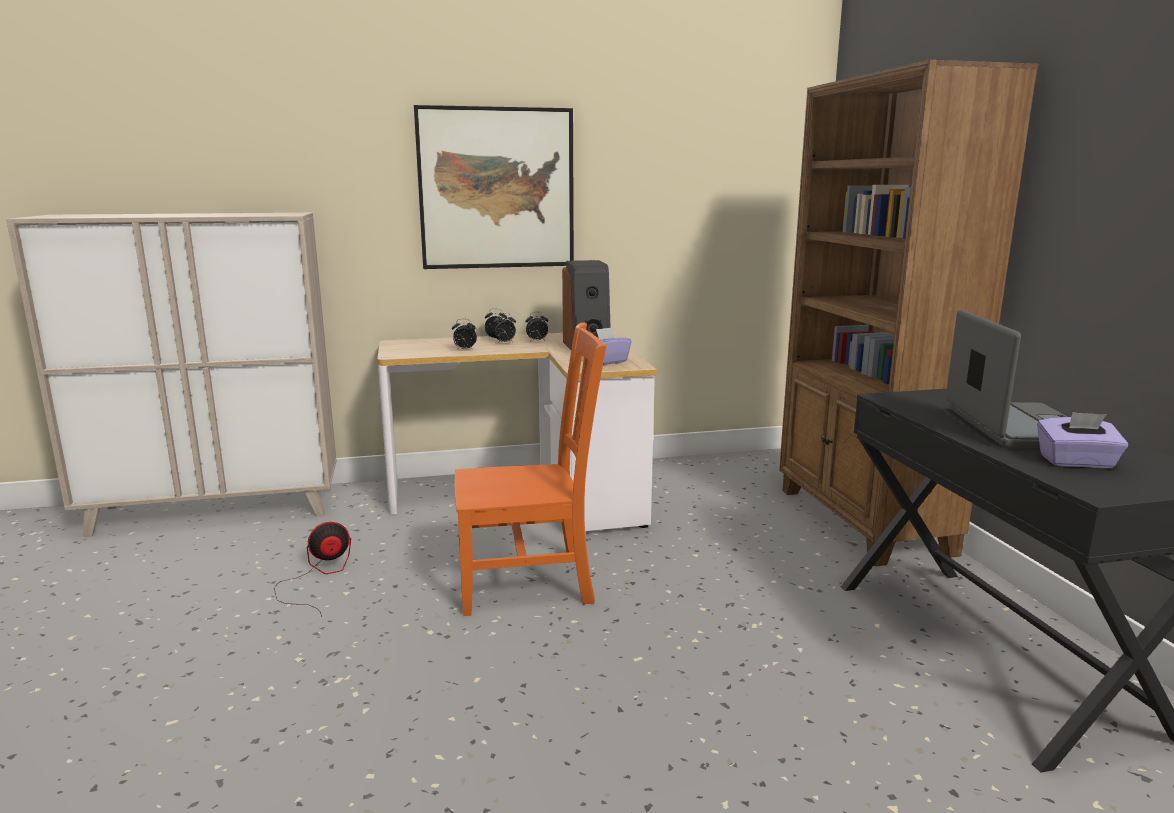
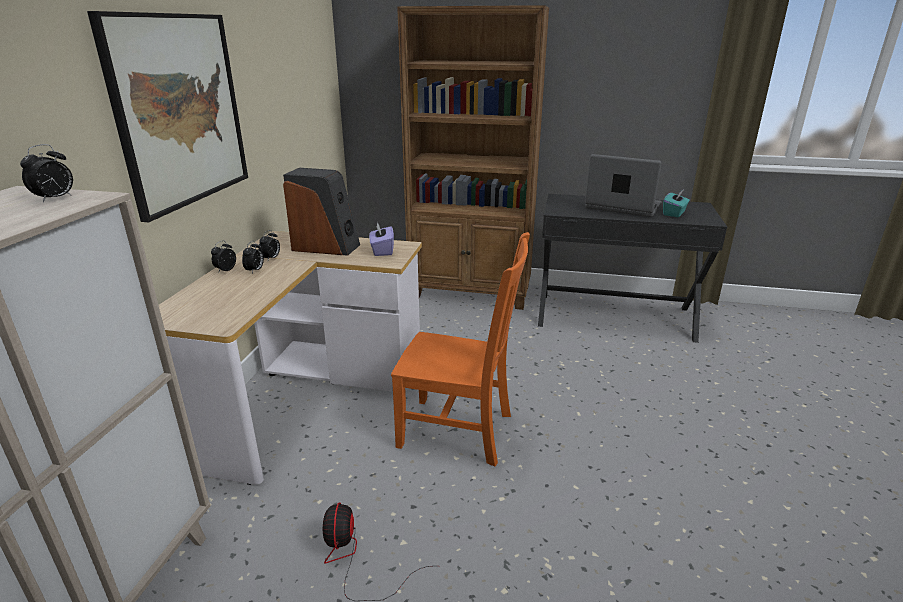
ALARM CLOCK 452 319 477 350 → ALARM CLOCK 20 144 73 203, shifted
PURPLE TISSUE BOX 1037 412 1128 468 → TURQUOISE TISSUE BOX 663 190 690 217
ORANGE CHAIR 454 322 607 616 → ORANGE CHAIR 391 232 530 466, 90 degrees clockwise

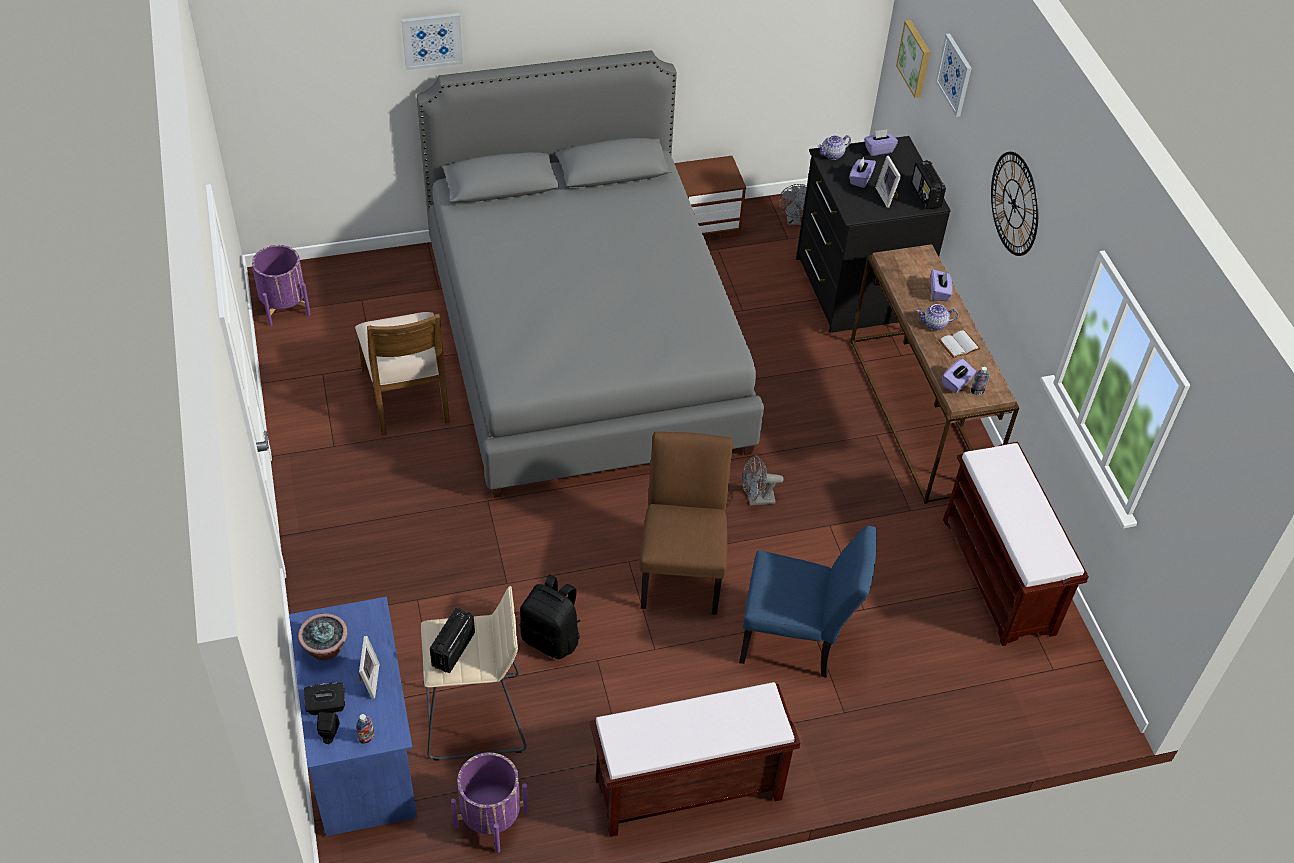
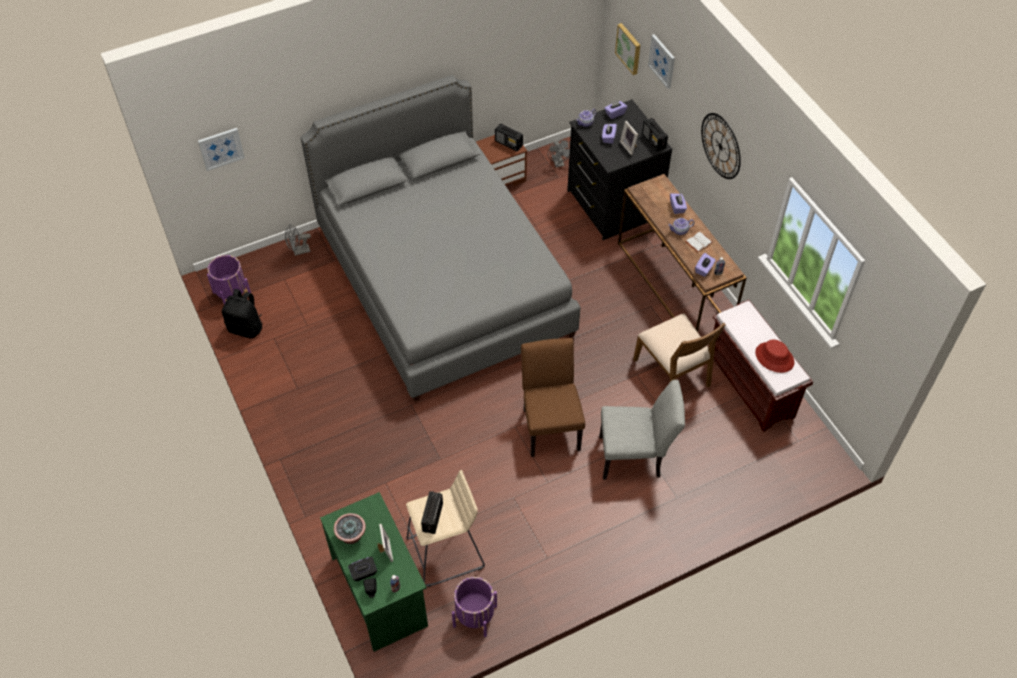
BROWN BENCH 589 682 800 837 → -
- → RADIO 495 124 523 151
- → RED HAT 755 340 794 373
BROWN CHAIR 355 312 450 435 → BROWN CHAIR 633 314 725 387, shifted
PICTURE 401 13 463 70 → PICTURE 198 128 245 171, shifted
BLACK BACKPACK 520 575 580 659 → BLACK BACKPACK 222 289 263 339, shifted
GREY FAN 742 455 784 506 → GREY FAN 285 224 311 256, shifted
BLUE DESK 289 597 417 836 → GREEN DESK 320 492 428 652
BLUE CHAIR 739 526 876 678 → GREY CHAIR 599 380 685 480

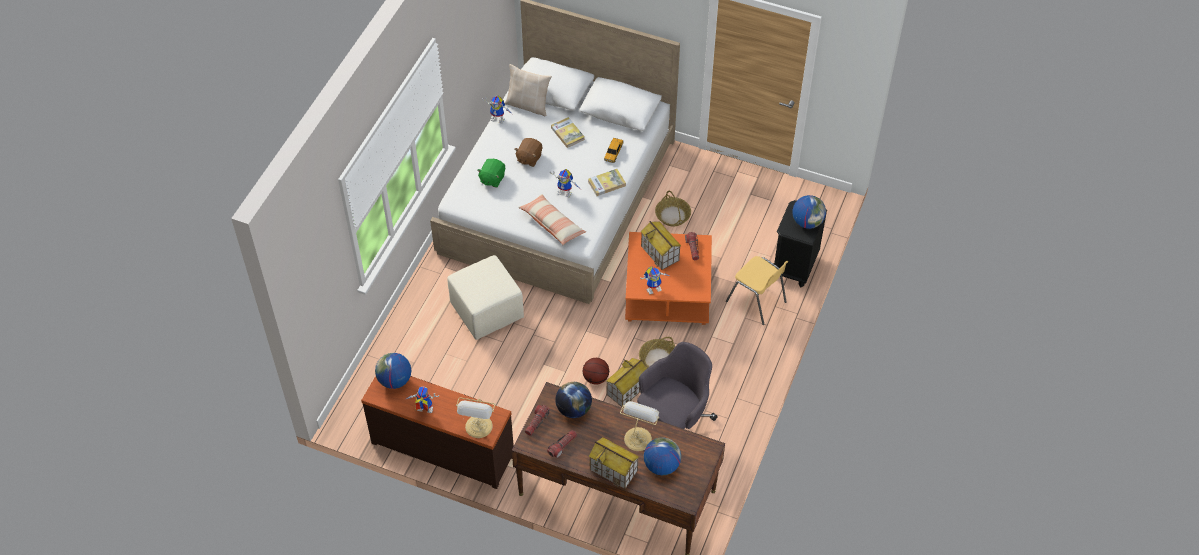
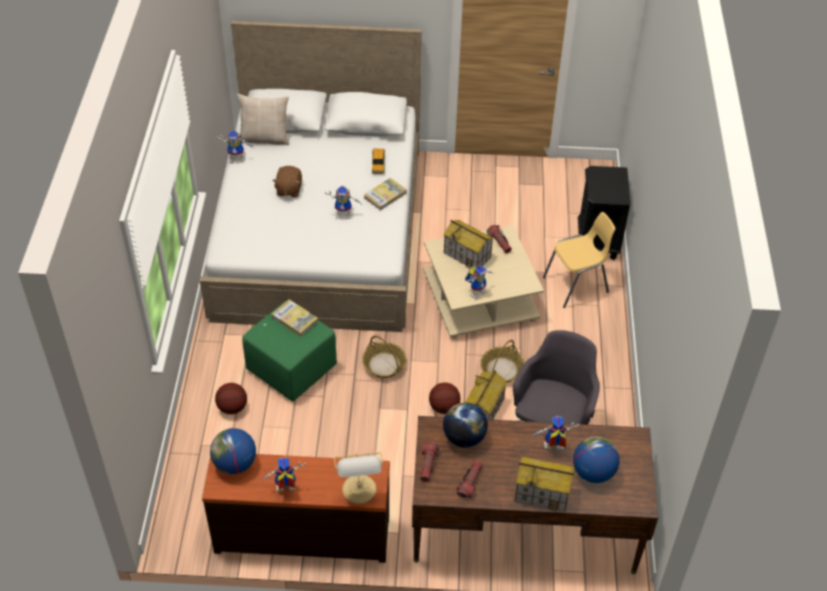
GREEN PLUSH TOY 477 159 505 188 → -
PILLOW 518 194 586 245 → -
GLOBE 792 195 826 229 → -
- → BASKETBALL 215 383 247 414
BOOK 551 117 585 148 → BOOK 272 299 318 336, shifted
BASKET 655 190 691 226 → BASKET 362 336 407 378, shifted
TABLE LAMP 620 401 659 451 → TOY ROBOT 532 416 579 450
BEIGE OTTOMAN 448 255 524 340 → GREEN OTTOMAN 242 301 337 402
ORANGE COFFEE TABLE 625 232 712 325 → BEIGE COFFEE TABLE 423 225 544 339
YELLOW CHAIR 726 256 789 325 → YELLOW CHAIR 543 212 615 308, 45 degrees counterclockwise

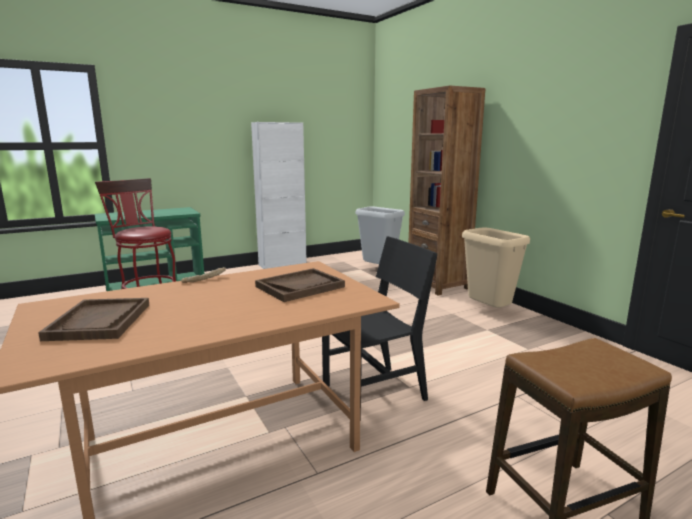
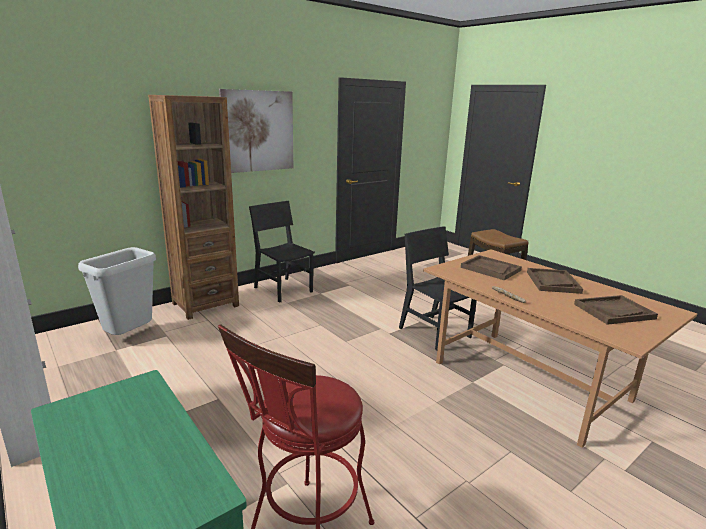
- → PICTURE 219 89 293 173
- → BROWN TRAY 527 268 583 294
BEIGE TRASH CAN 462 227 530 308 → BLACK CHAIR 249 201 315 302

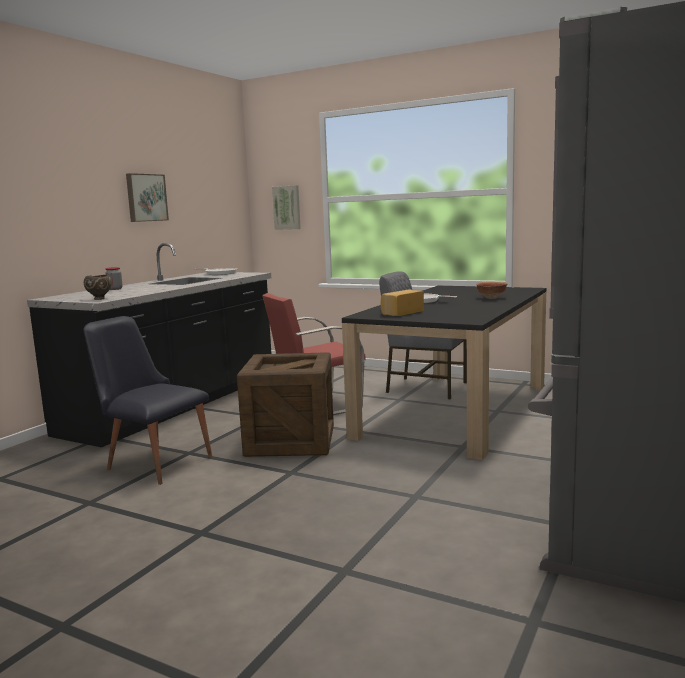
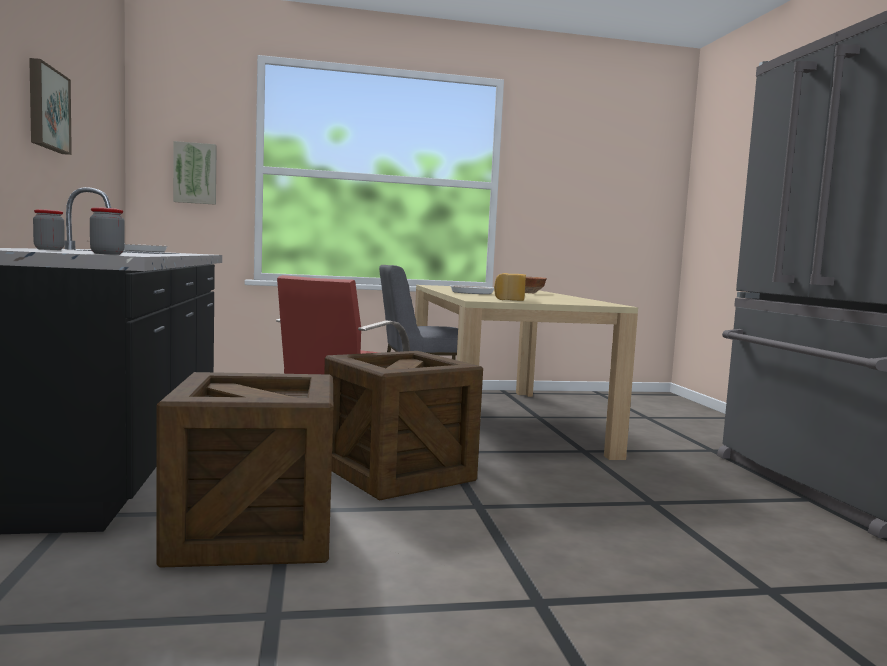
BLACK CHAIR 83 316 213 485 → CRATE 156 372 333 568
BROWN BOWL 84 275 112 300 → JAR 90 207 125 255
BLACK DINING TABLE 342 286 546 460 → BEIGE DINING TABLE 415 285 638 460

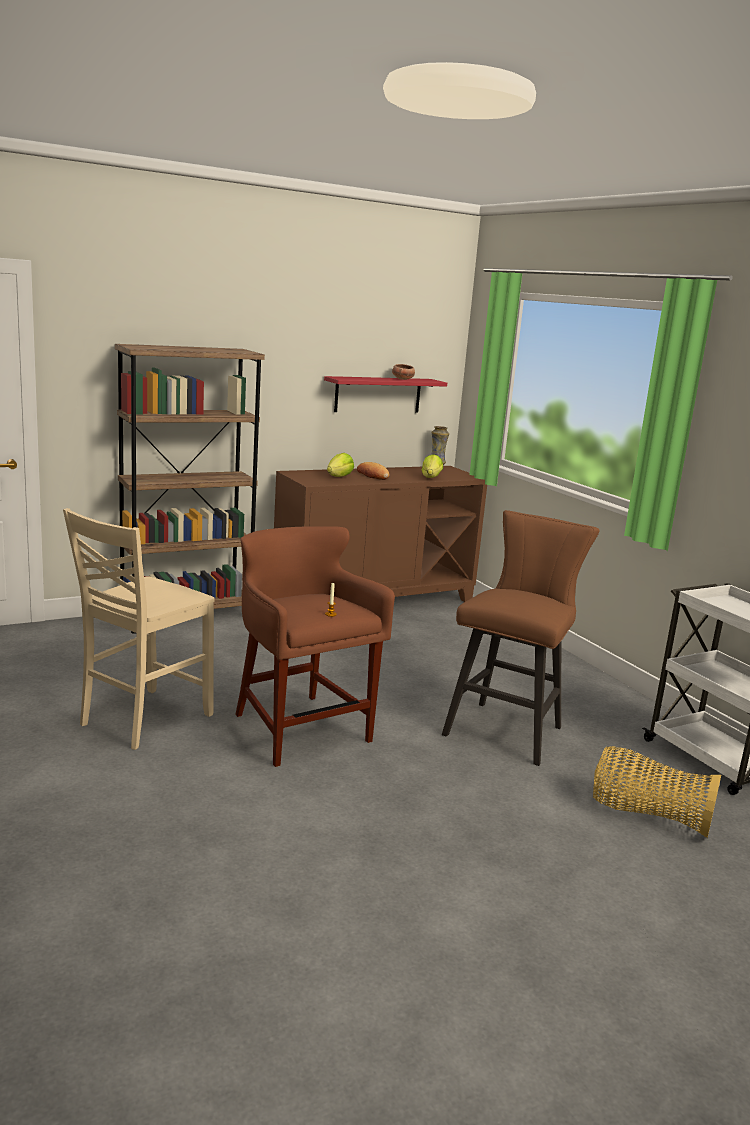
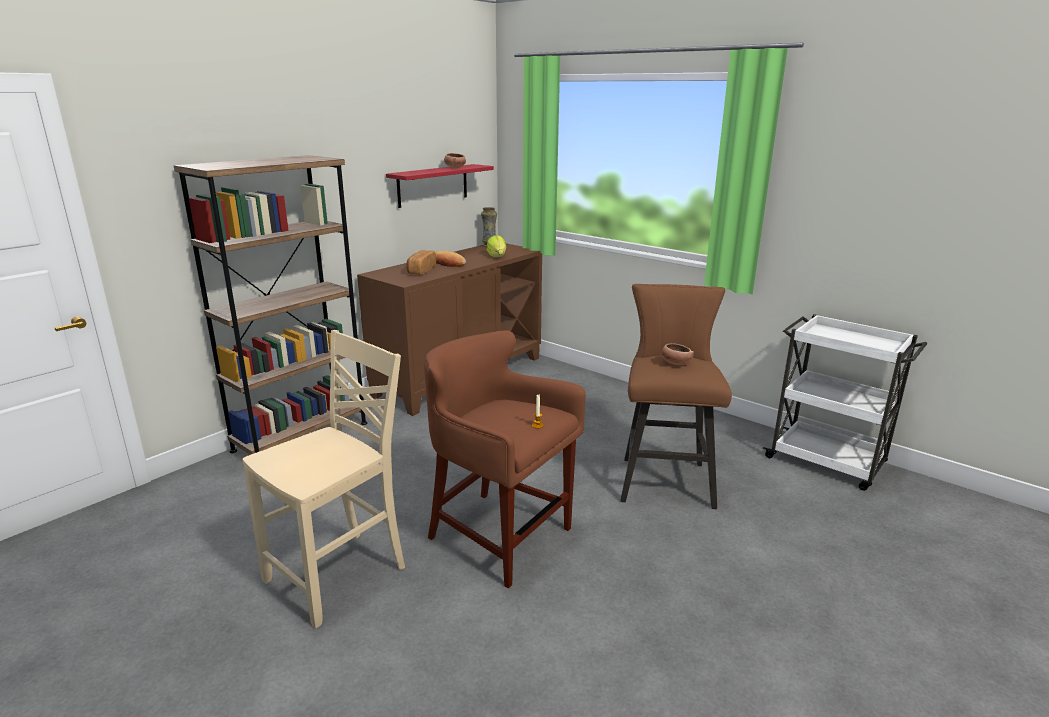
BASKET 593 746 721 838 → -
- → BOWL 661 343 694 365
LETTUCE 327 453 354 477 → BREAD 406 250 436 275
BEIGE CHAIR 63 508 215 750 → BEIGE CHAIR 242 330 405 628, 150 degrees counterclockwise

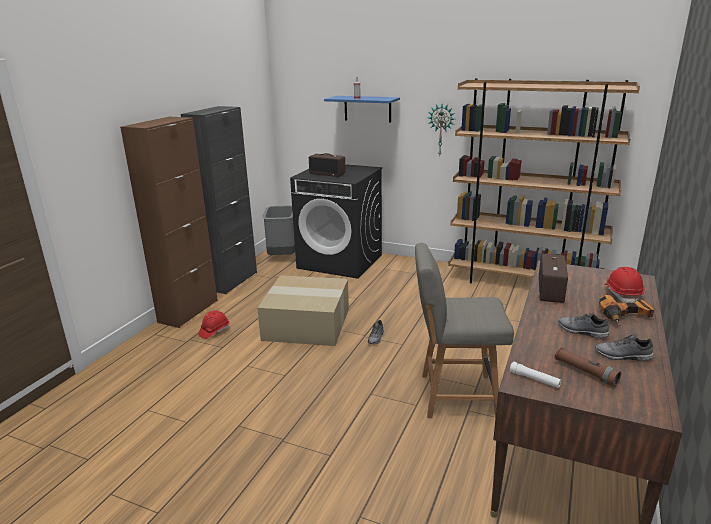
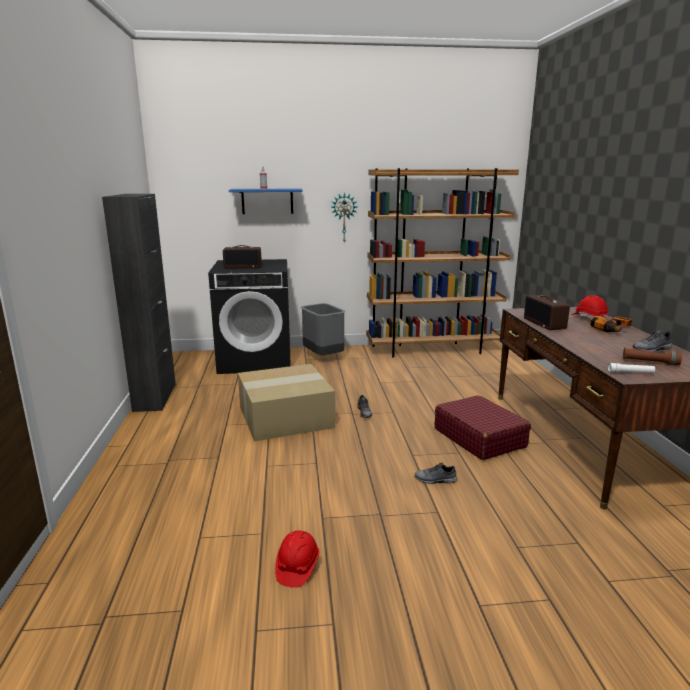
BROWN CABINET 120 116 218 328 → -
RED HARD HAT 198 311 229 339 → RED HARD HAT 275 530 320 588, shifted
GREY TRASH CAN 262 205 295 255 → GREY TRASH CAN 301 303 345 355, shifted
GREY SHOE 558 313 609 338 → GREY SHOE 414 463 457 484, shifted
GREY CHAIR 415 243 514 418 → RED SUITCASE 435 395 531 460

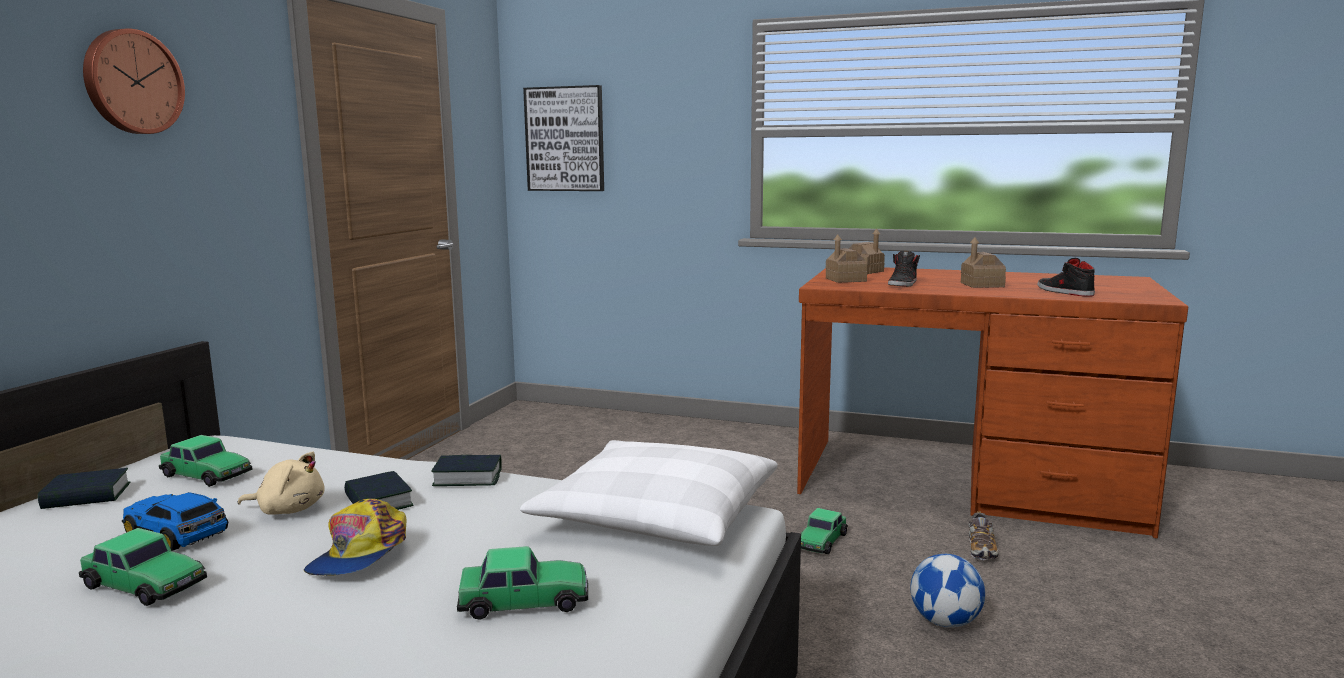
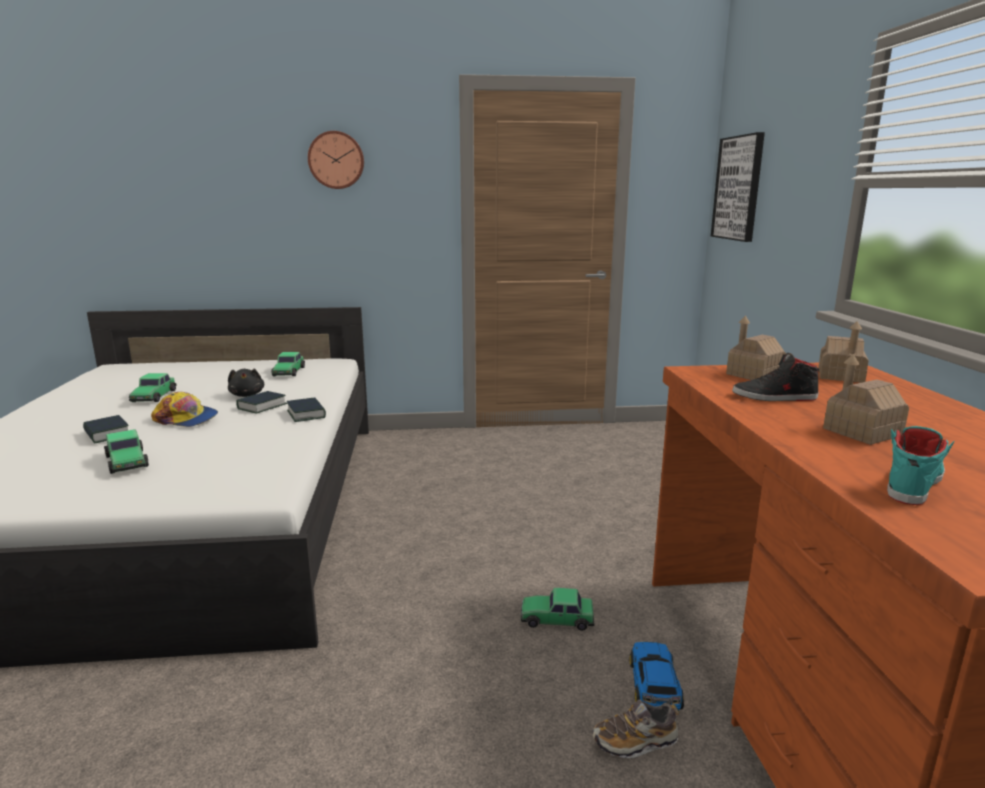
WHITE PILLOW 520 440 778 546 → -
FOOTBALL 910 554 985 628 → -
BOOK 38 468 130 509 → BOOK 83 415 129 443, shifted
TOY CAR 122 492 229 551 → TOY CAR 630 642 684 711, shifted
BEIGE PLUSH TOY 238 451 325 514 → BLACK PLUSH TOY 228 369 264 397
BLACK SHOE 1037 258 1095 296 → TURQUOISE SHOE 887 426 954 505
CAP 304 499 406 576 → CAP 151 392 218 427, 150 degrees counterclockwise

